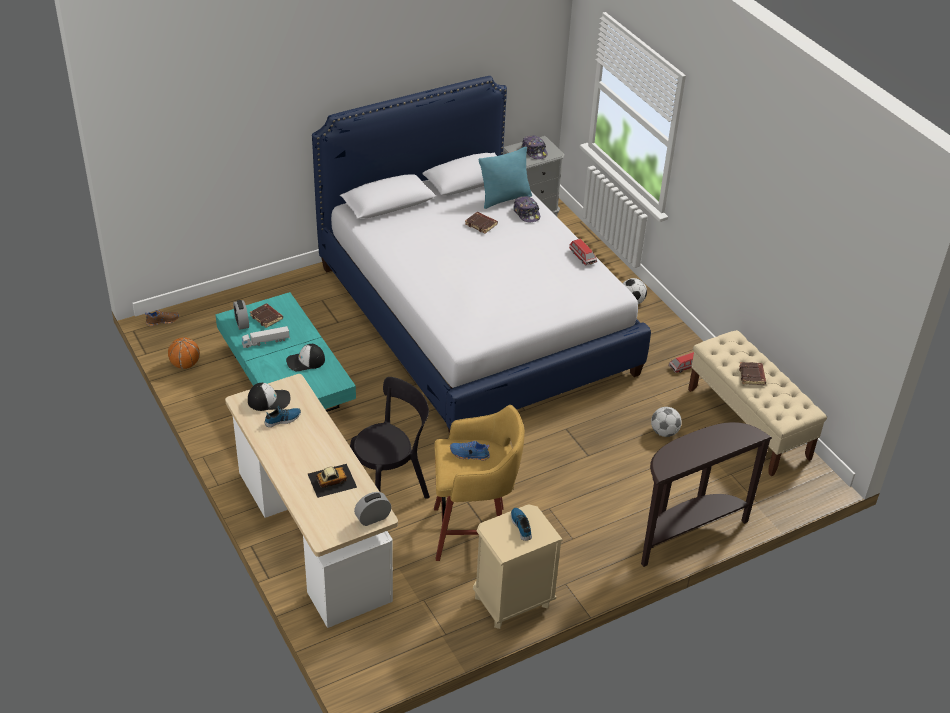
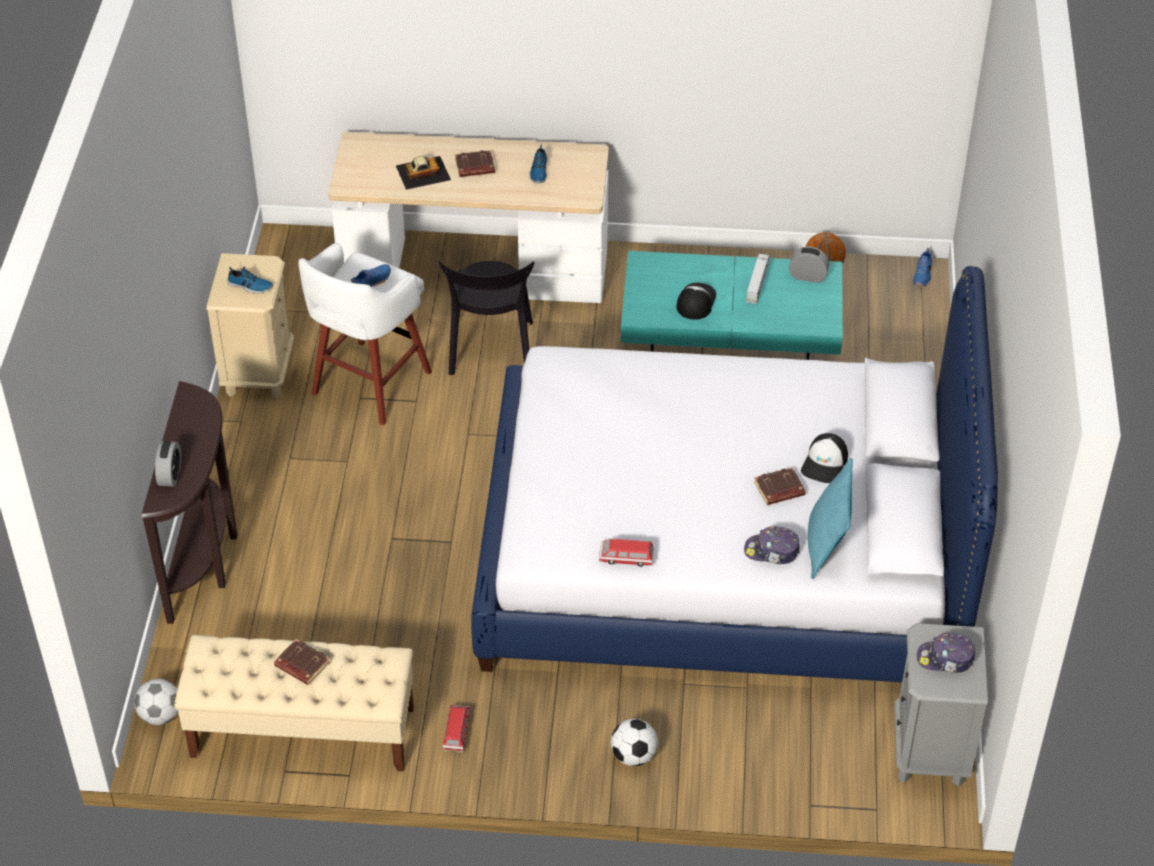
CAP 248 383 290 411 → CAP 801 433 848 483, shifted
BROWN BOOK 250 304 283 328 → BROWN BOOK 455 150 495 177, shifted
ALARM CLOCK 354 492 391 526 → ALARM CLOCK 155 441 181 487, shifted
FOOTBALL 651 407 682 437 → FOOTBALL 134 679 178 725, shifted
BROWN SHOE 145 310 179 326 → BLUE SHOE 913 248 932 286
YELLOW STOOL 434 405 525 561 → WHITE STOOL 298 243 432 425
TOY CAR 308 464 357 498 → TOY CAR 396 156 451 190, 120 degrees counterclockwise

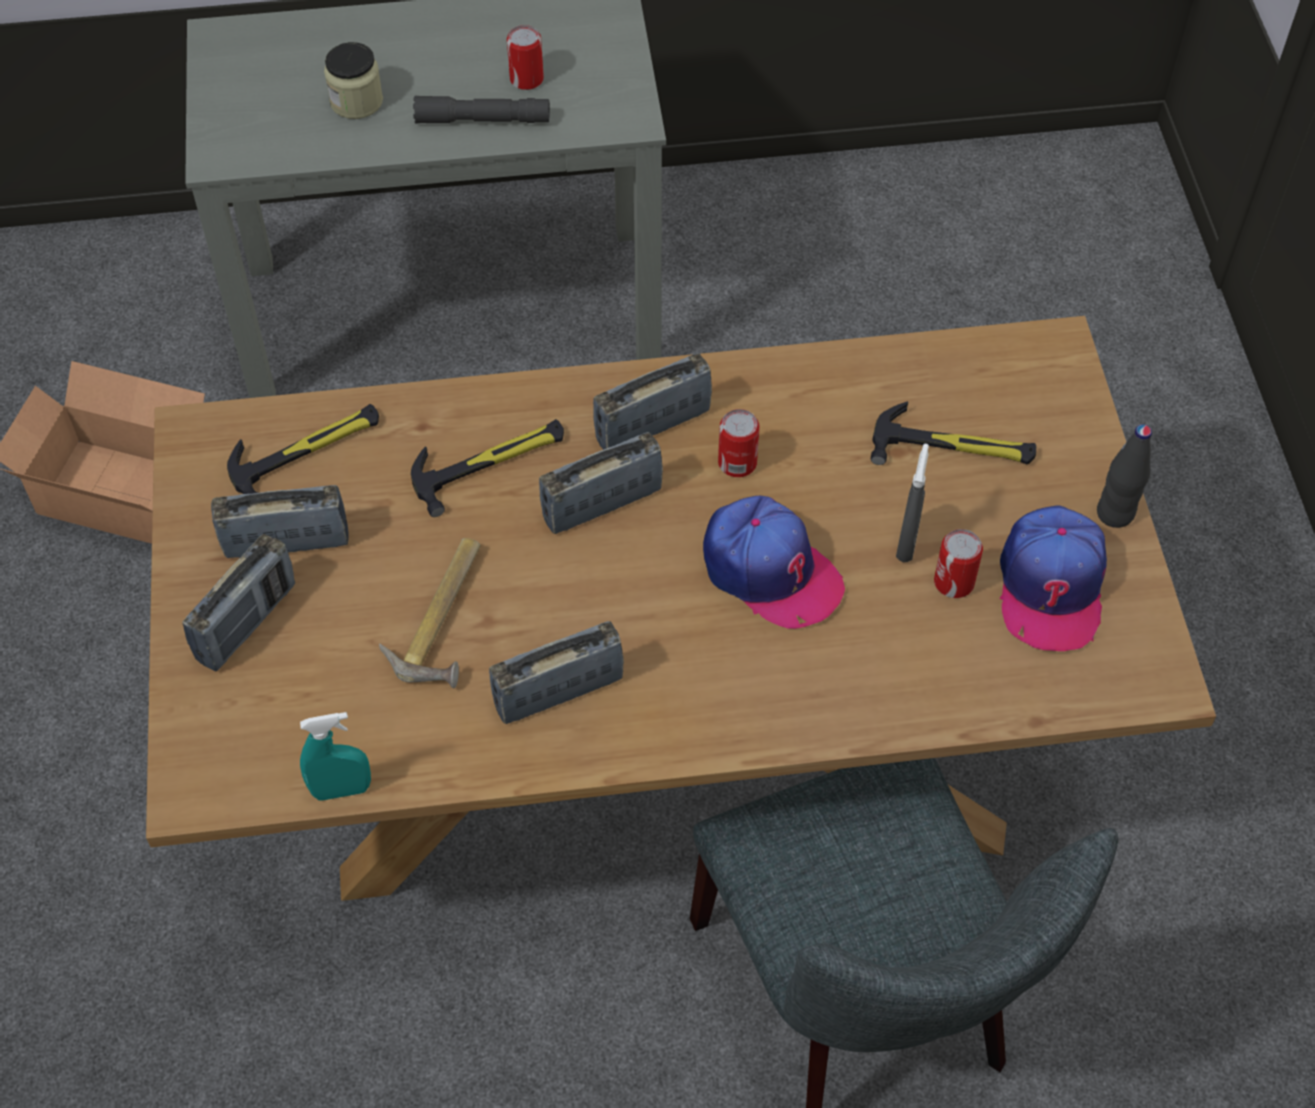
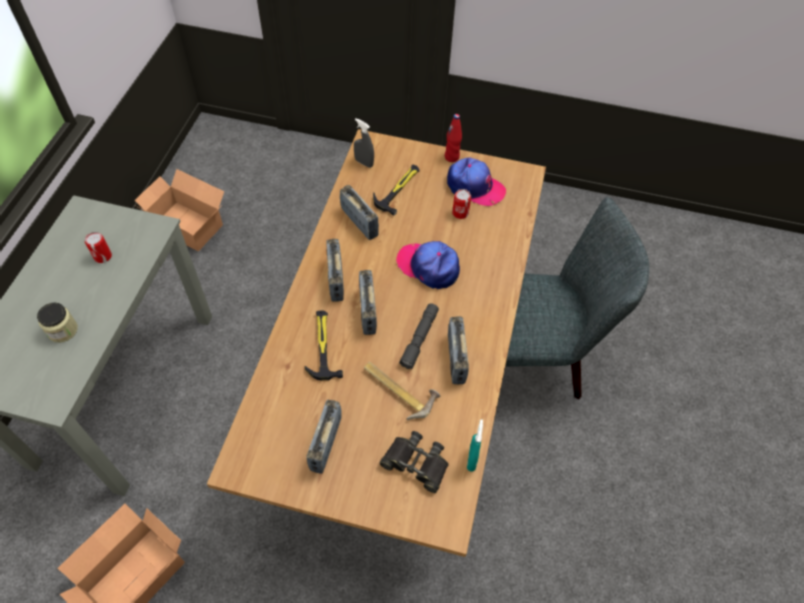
HAMMER 227 404 379 494 → -
CAN 718 409 760 477 → -
- → CARDBOARD BOX 135 169 224 251
- → BLACK BINOCULARS 380 431 449 493
RADIO 182 534 295 671 → RADIO 340 185 379 240, shifted
GREY FLASHLIGHT 413 96 550 123 → GREY FLASHLIGHT 399 303 439 369, shifted
GREY SPRAY BOTTLE 896 444 929 562 → GREY SPRAY BOTTLE 354 118 374 168, shifted
BLACK BOTTLE 1097 424 1152 528 → RED BOTTLE 445 114 462 162
CAP 703 496 845 629 → CAP 396 241 460 289, 120 degrees counterclockwise

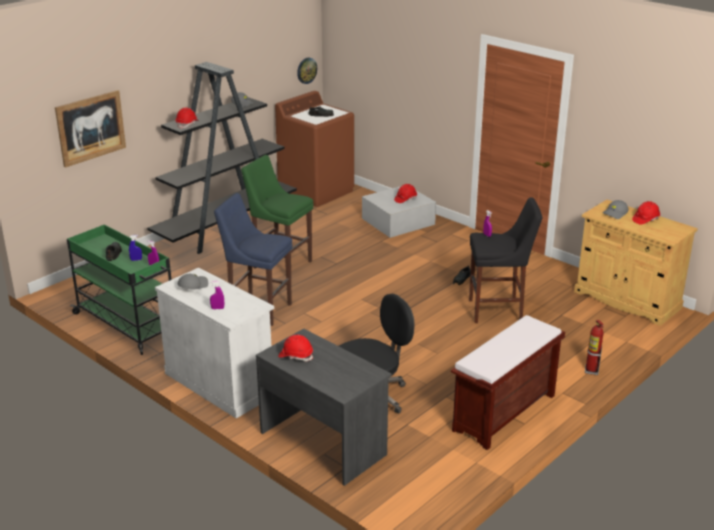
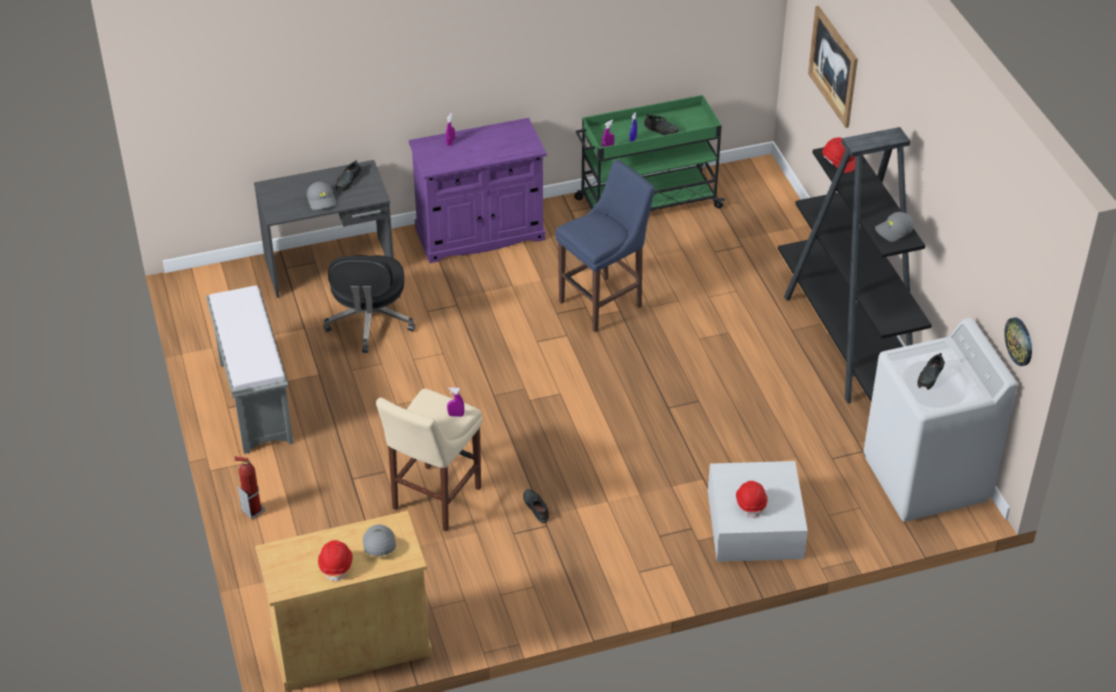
GREEN STOOL 241 155 313 269 → -
GREY CAP 178 274 208 289 → GREY CAP 307 181 337 210, shifted
RED HARD HAT 278 335 313 361 → BLACK SHOE 335 160 361 191
WHITE CABINET 155 268 274 419 → PURPLE CABINET 409 118 547 263
BROWN WASHING MACHINE 275 91 354 207 → WHITE WASHING MACHINE 864 318 1017 522
BROWN BENCH 451 315 565 450 → GREY BENCH 206 285 294 454
BLACK STOOL 469 197 542 323 → BEIGE STOOL 376 389 482 532

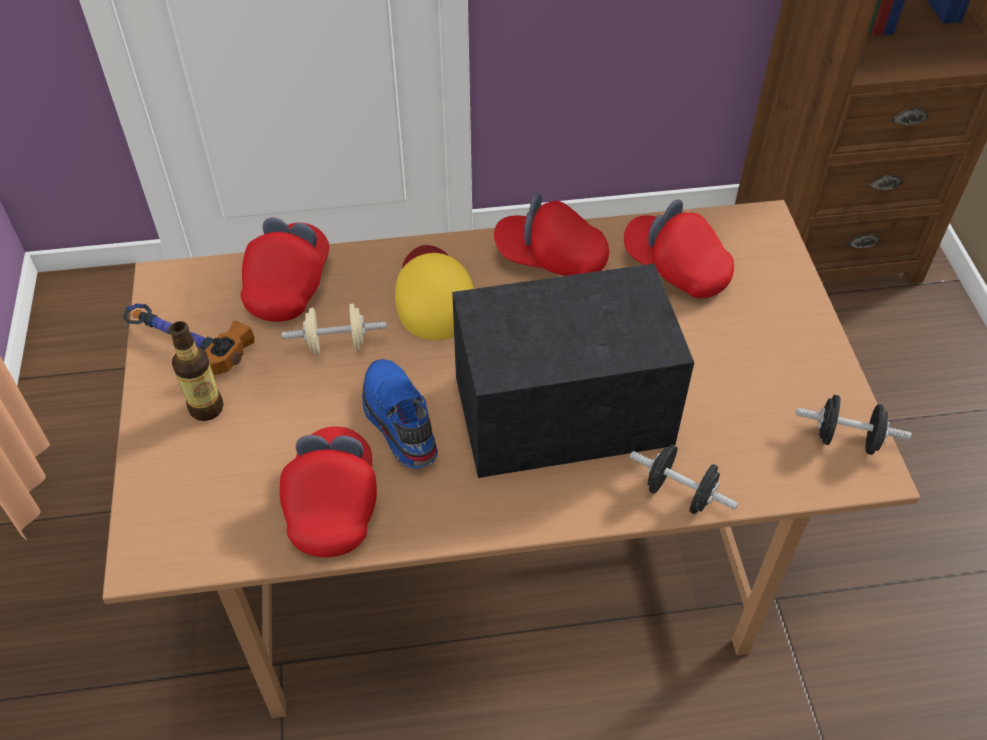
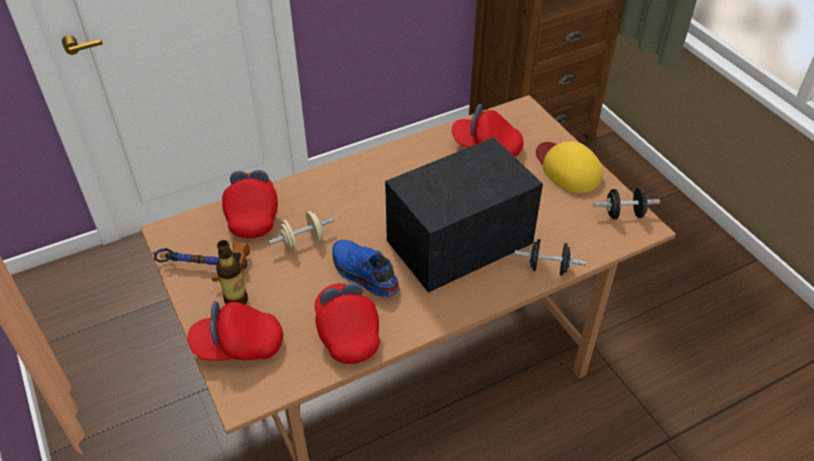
YELLOW CAP 395 245 474 340 → YELLOW CAP 536 141 603 193, shifted
RED CAP 494 193 609 276 → RED CAP 187 301 283 360, shifted

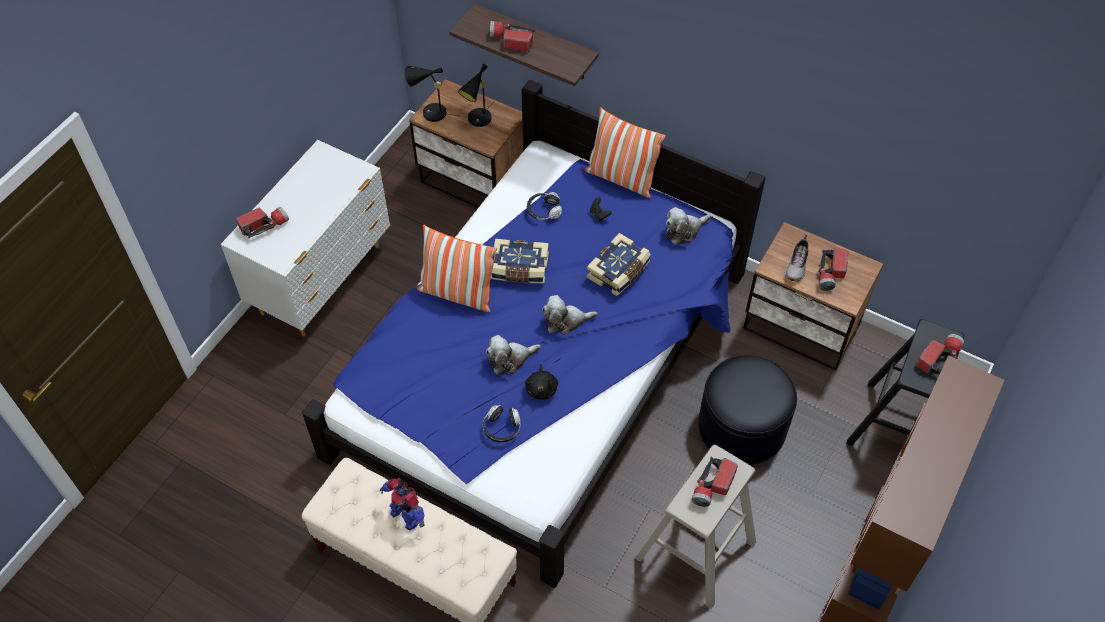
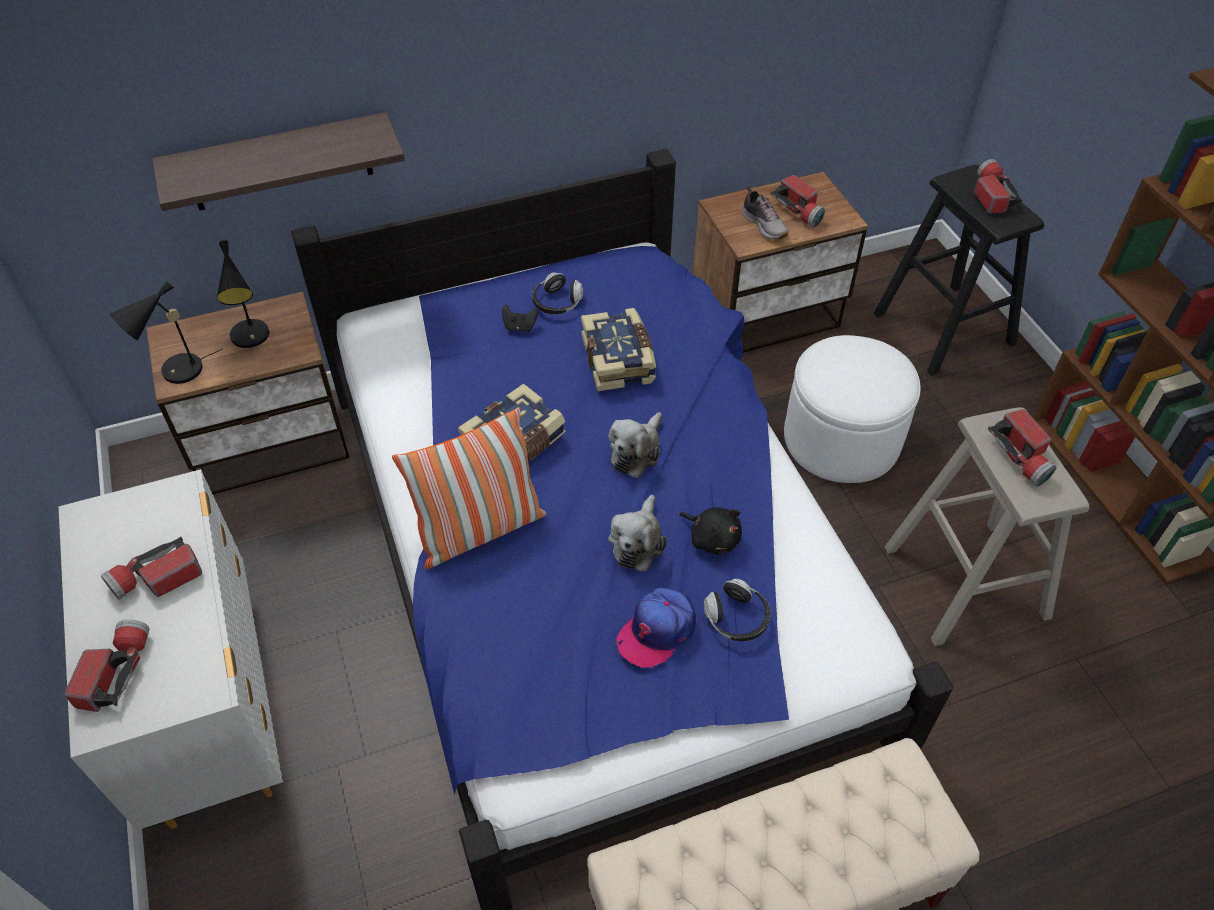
TOY ROBOT 380 478 425 530 → -
PILLOW 585 107 666 198 → -
PLUSH TOY 666 207 711 245 → -
- → CAP 616 588 696 669
FLASHLIGHT 490 21 535 52 → FLASHLIGHT 101 537 202 599, shifted
HEADPHONES 527 192 562 220 → HEADPHONES 532 272 583 314, shifted
BLACK OTTOMAN 699 355 797 465 → WHITE OTTOMAN 784 335 921 483

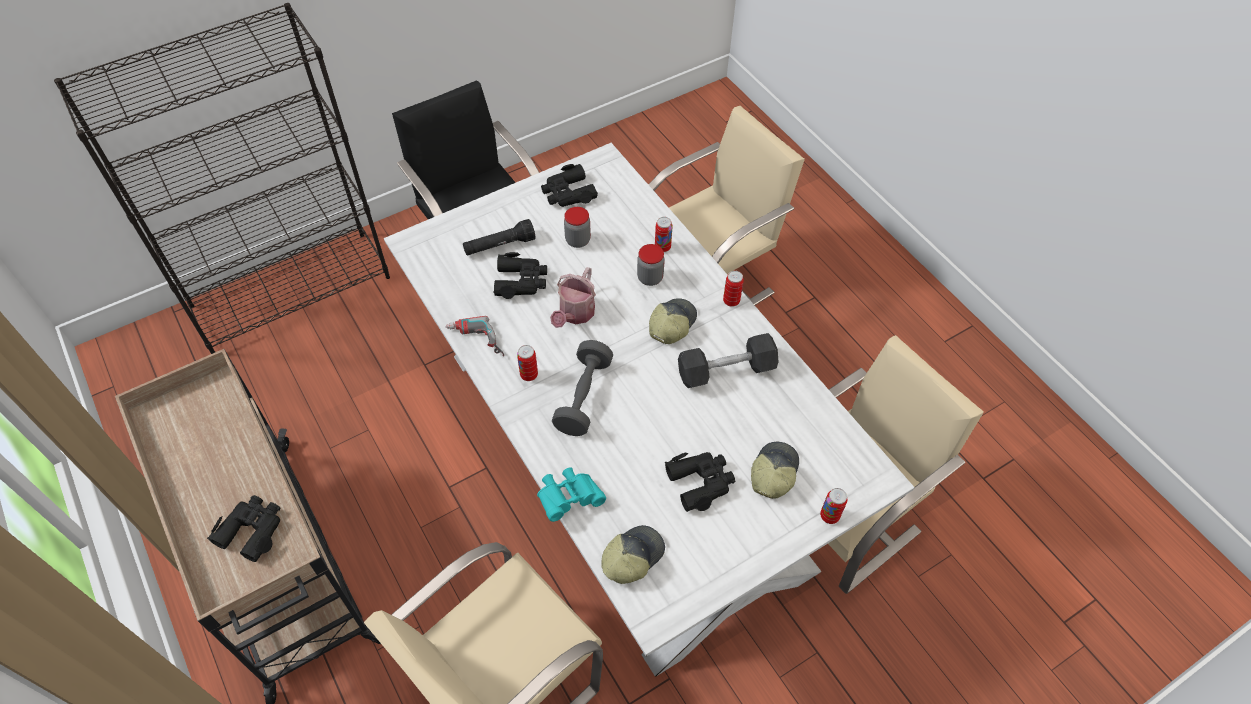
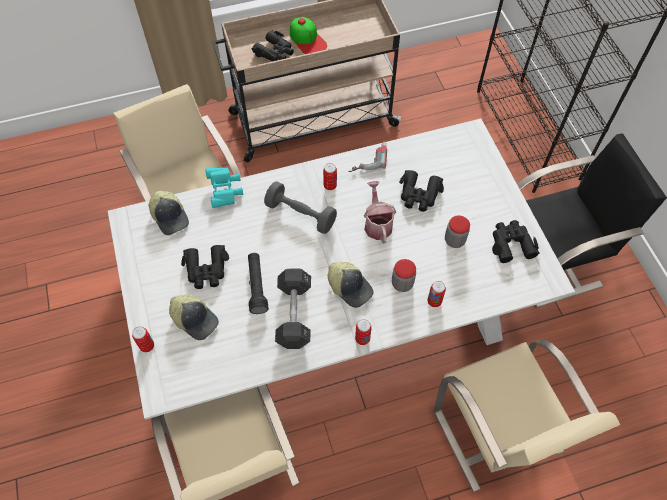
- → CAP 290 17 327 54
BLACK FLASHLIGHT 463 219 536 256 → BLACK FLASHLIGHT 248 253 269 314, shifted
WATERING CAN 550 267 596 328 → WATERING CAN 364 181 396 243, 45 degrees clockwise

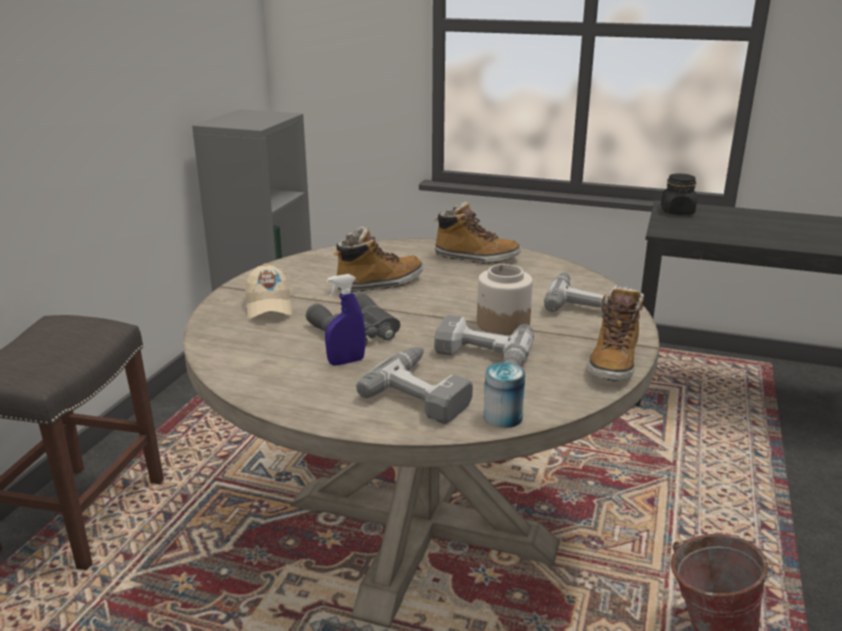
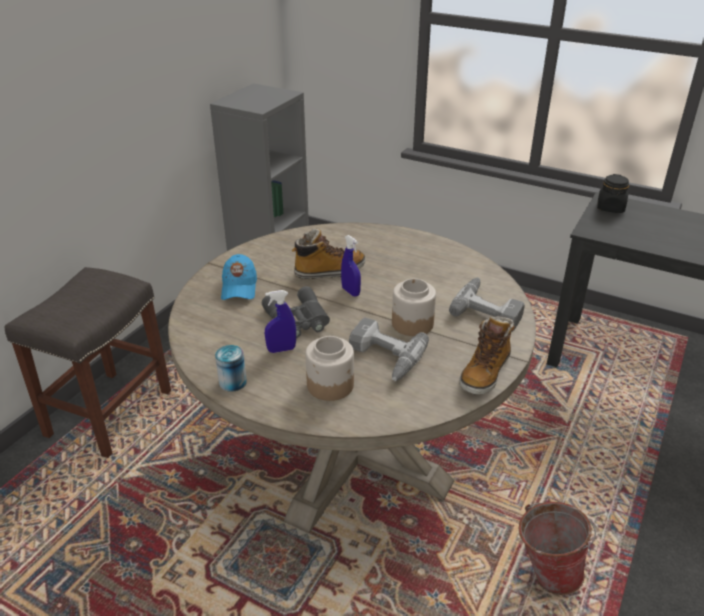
BOOT 434 202 521 264 → -
- → BLUE SPRAY BOTTLE 341 235 361 297
CAN 484 362 525 428 → CAN 215 345 247 392, shifted
POWER DRILL 356 347 473 424 → JAR 305 336 354 401
BEIGE CAP 245 264 292 319 → BLUE CAP 221 254 257 300

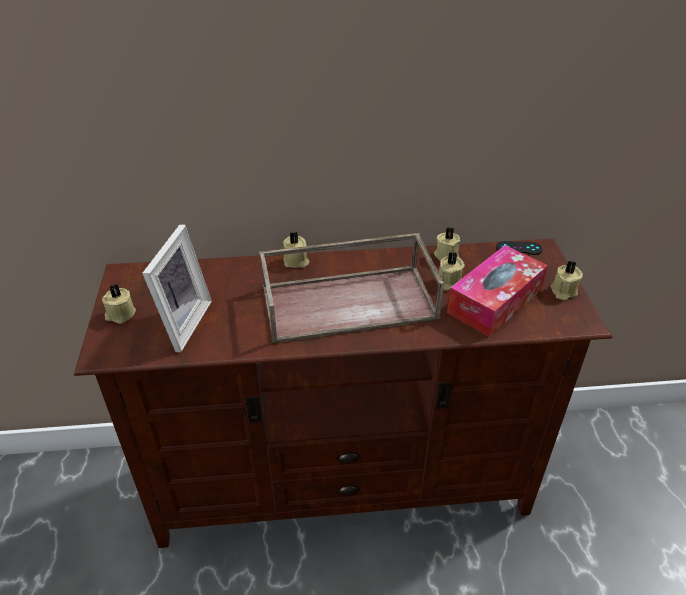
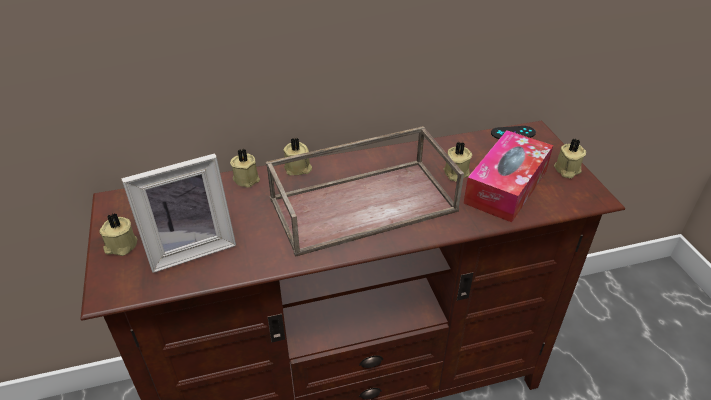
BEIGE CANDLE 434 227 460 261 → BEIGE CANDLE 230 148 260 187, shifted
PICTURE FRAME 142 224 212 352 → PICTURE FRAME 121 153 236 273, 60 degrees clockwise

